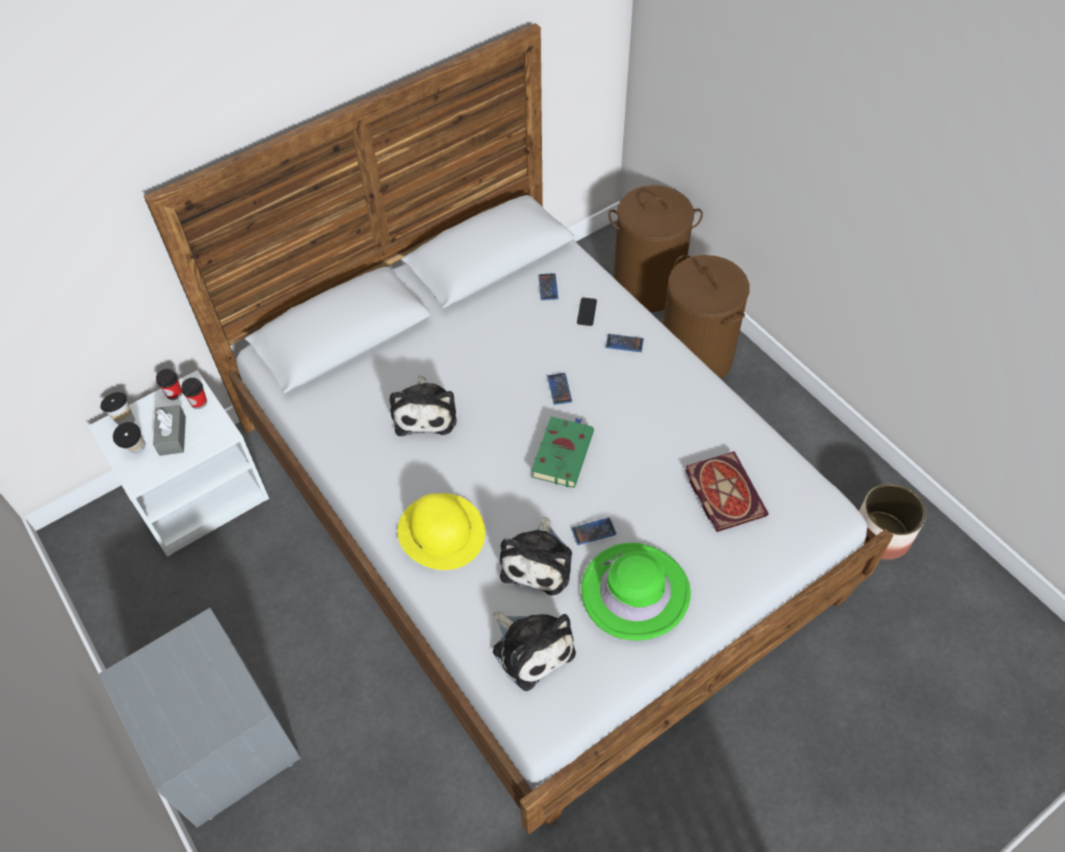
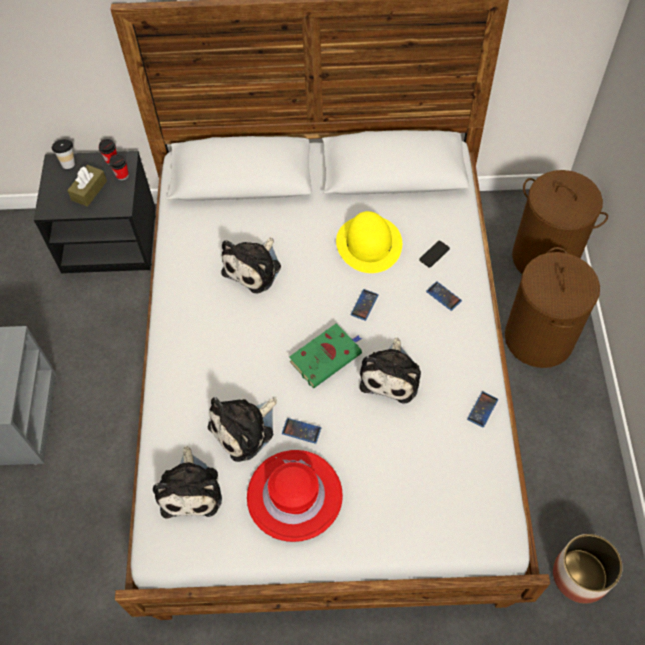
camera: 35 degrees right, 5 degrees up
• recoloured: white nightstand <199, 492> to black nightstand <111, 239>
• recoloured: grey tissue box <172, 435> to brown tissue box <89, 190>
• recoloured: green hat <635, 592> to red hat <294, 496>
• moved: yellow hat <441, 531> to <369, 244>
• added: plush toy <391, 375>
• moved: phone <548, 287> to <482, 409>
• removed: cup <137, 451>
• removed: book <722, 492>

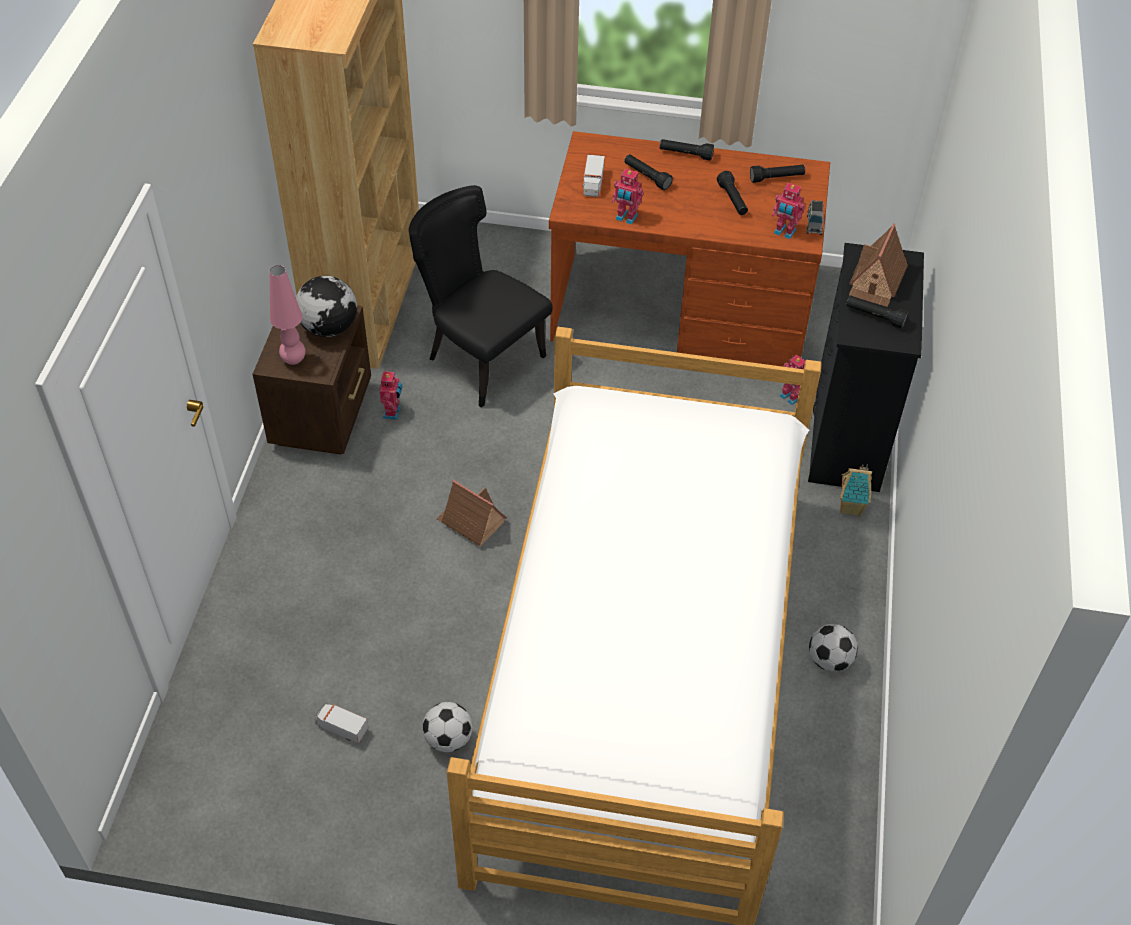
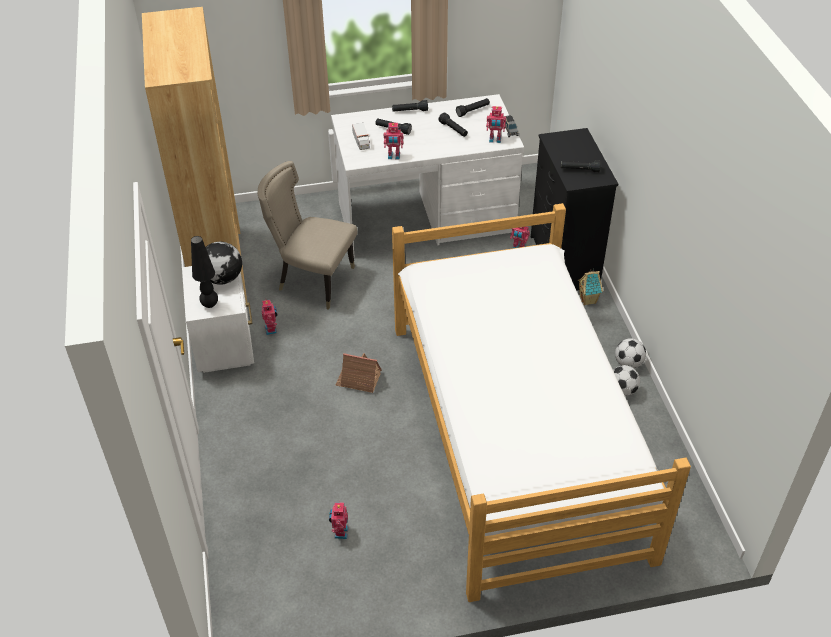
camera: 20 degrees left, 5 degrees down
• recoloured: brown nightstand <324, 415> to white nightstand <225, 345>
• recoloured: pink table lamp <294, 360> to black table lamp <210, 304>
• recoloured: black chair <481, 359> to beige chair <313, 280>
• replaced: toy truck <341, 727> to toy robot <340, 532>
• recoloured: brown desk <681, 314> to white desk <426, 219>
• moved: football <448, 739> to <628, 363>
• removed: toy house <876, 281>

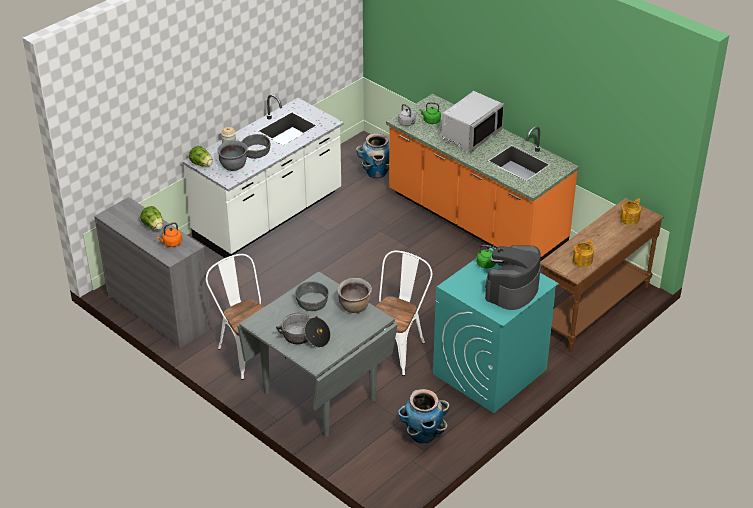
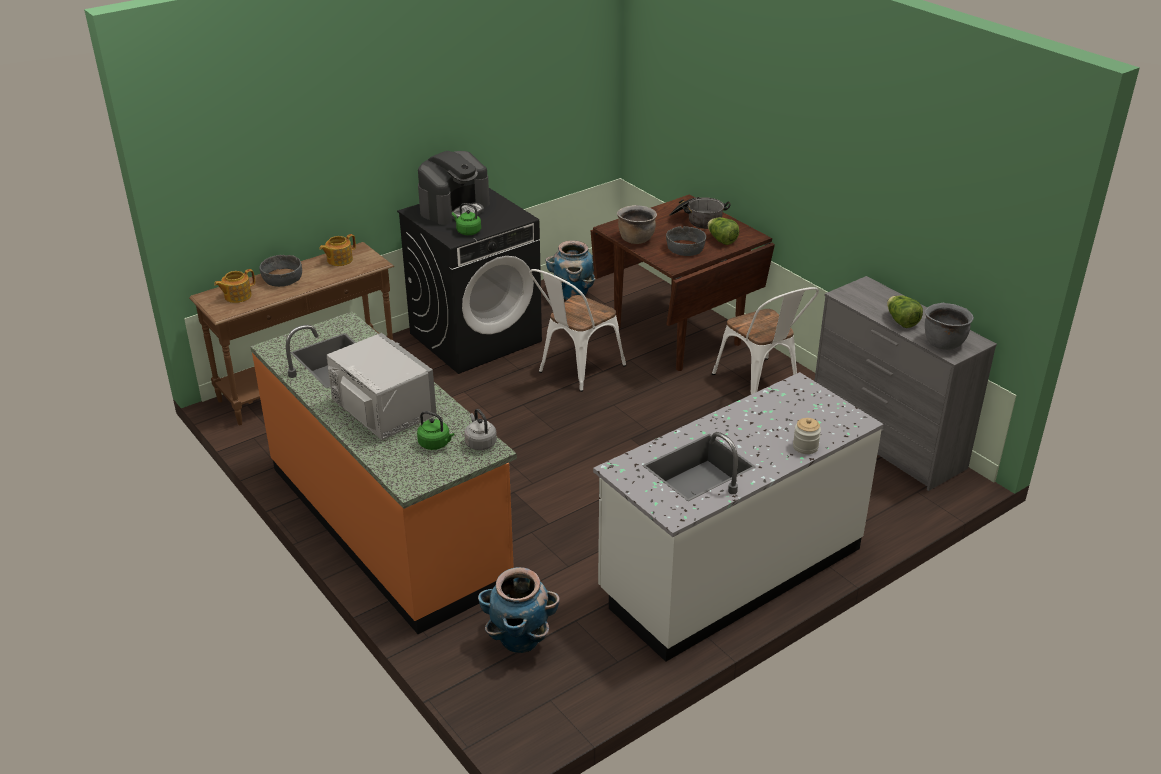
camera: 170 degrees left, 5 degrees down
• moved: grey bowl <256, 151> to <282, 278>
• turned: grey microwave <470, 135> = <382, 410> 90 degrees clockwise
• recoloured: turquoise washing machine <489, 372> to black washing machine <476, 337>
• recoloured: grey dining table <320, 395> to brown dining table <675, 335>
• moved: lettuce <202, 164> to <721, 240>
• moved: grey cooking pot <233, 166> to <943, 343>
• removed: orange kettle <171, 243>

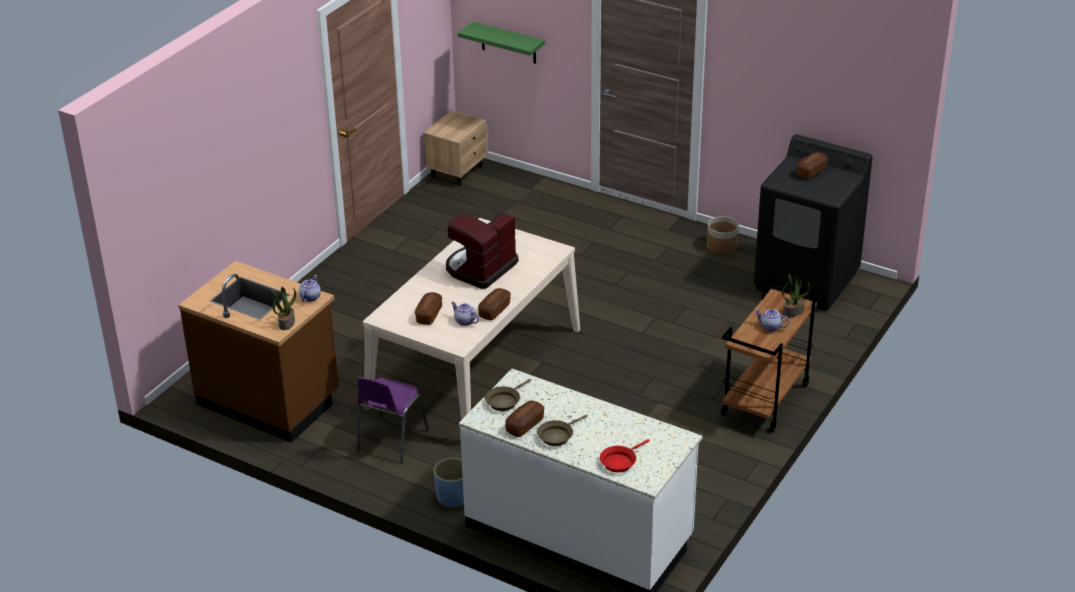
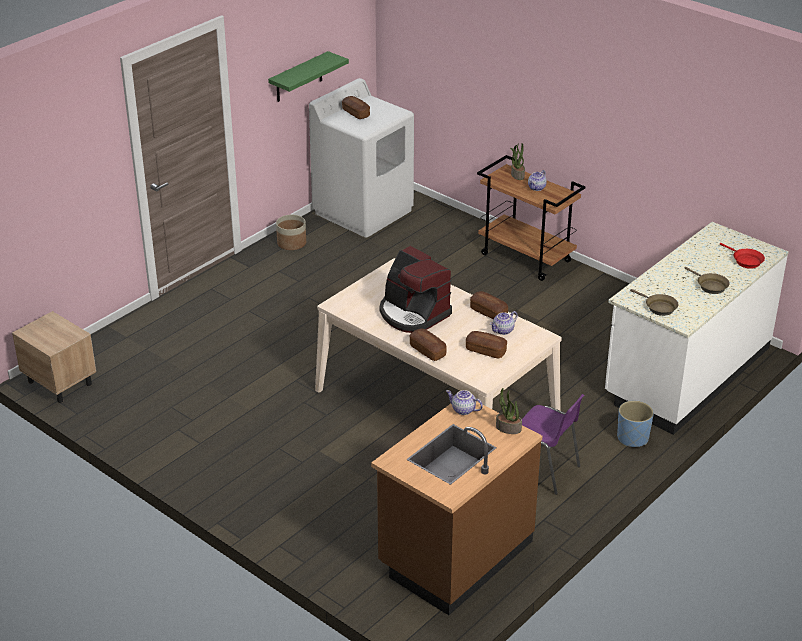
camera: 80 degrees left, 0 degrees up
• moved: green shelf <508, 43> to <299, 77>
• recoloured: black washing machine <807, 280> to white washing machine <363, 211>
• moved: bread <525, 425> to <427, 351>

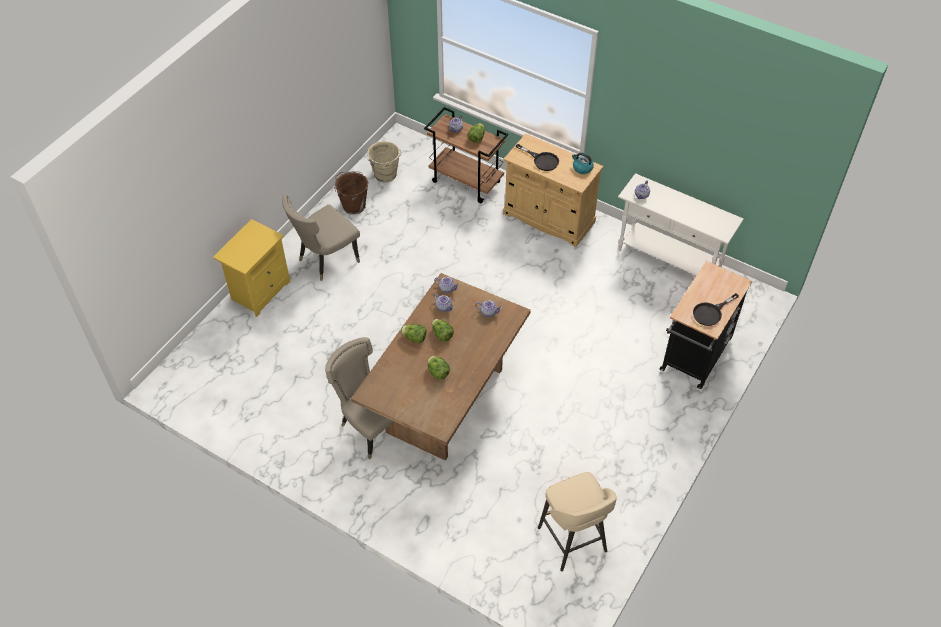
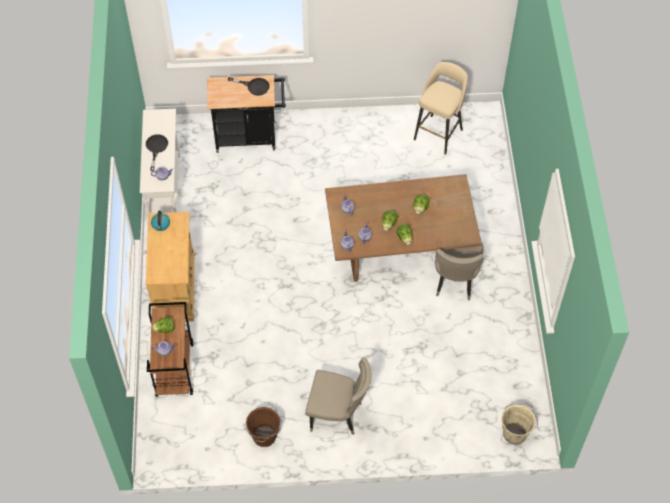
camera: 125 degrees left, 5 degrees up
• moved: black frying pan <542, 160> to <156, 148>
• moved: beige bucket <385, 175> to <515, 433>
• removed: yellow nightstand <259, 291>

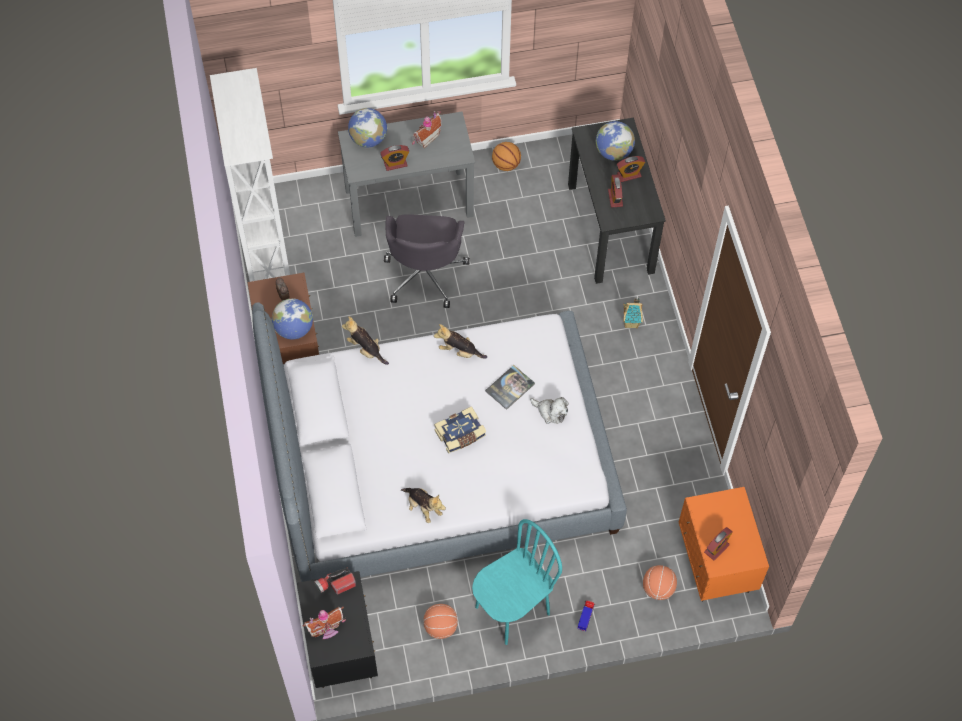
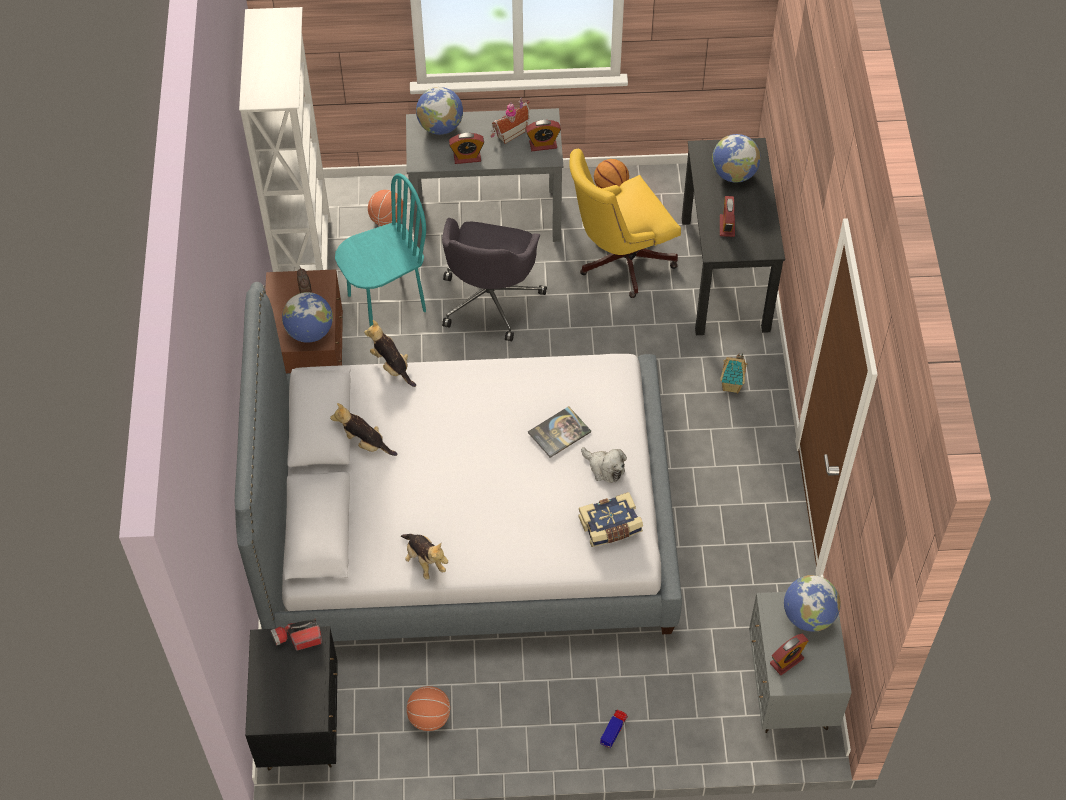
camera: 10 degrees right, 5 degrees down
• moved: plush toy <459, 351> to <364, 443>
• moved: turquoise chair <512, 610> to <386, 302>
• moved: basketball <658, 588> to <387, 219>
• moved: alarm clock <629, 175> to <543, 145>
• added: yellow office chair <619, 261>
• moved: book <460, 435> to <610, 527>
• recoloured: orange nightstand <715, 565> to grey nightstand <790, 690>
• added: globe <808, 616>
• removed: toy house <326, 629>

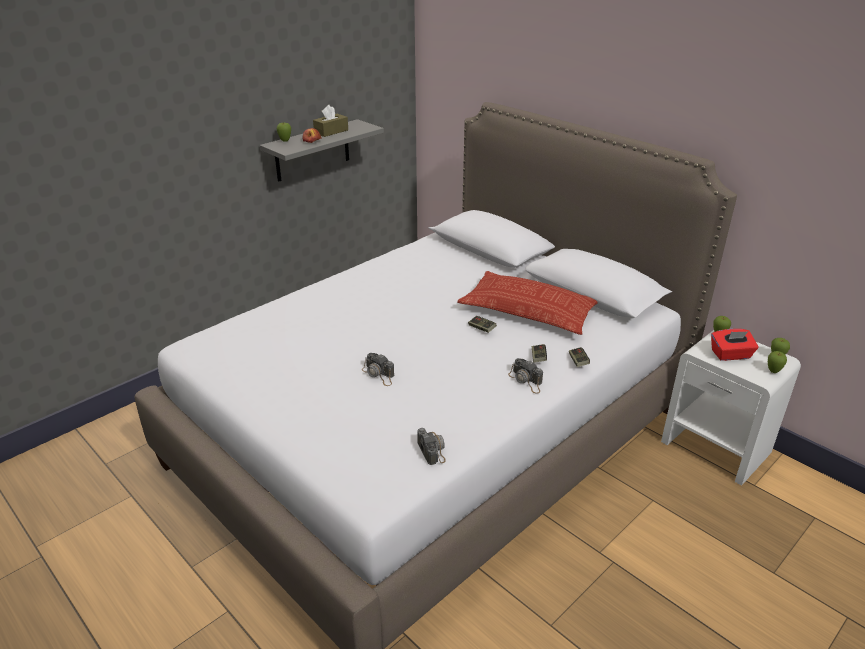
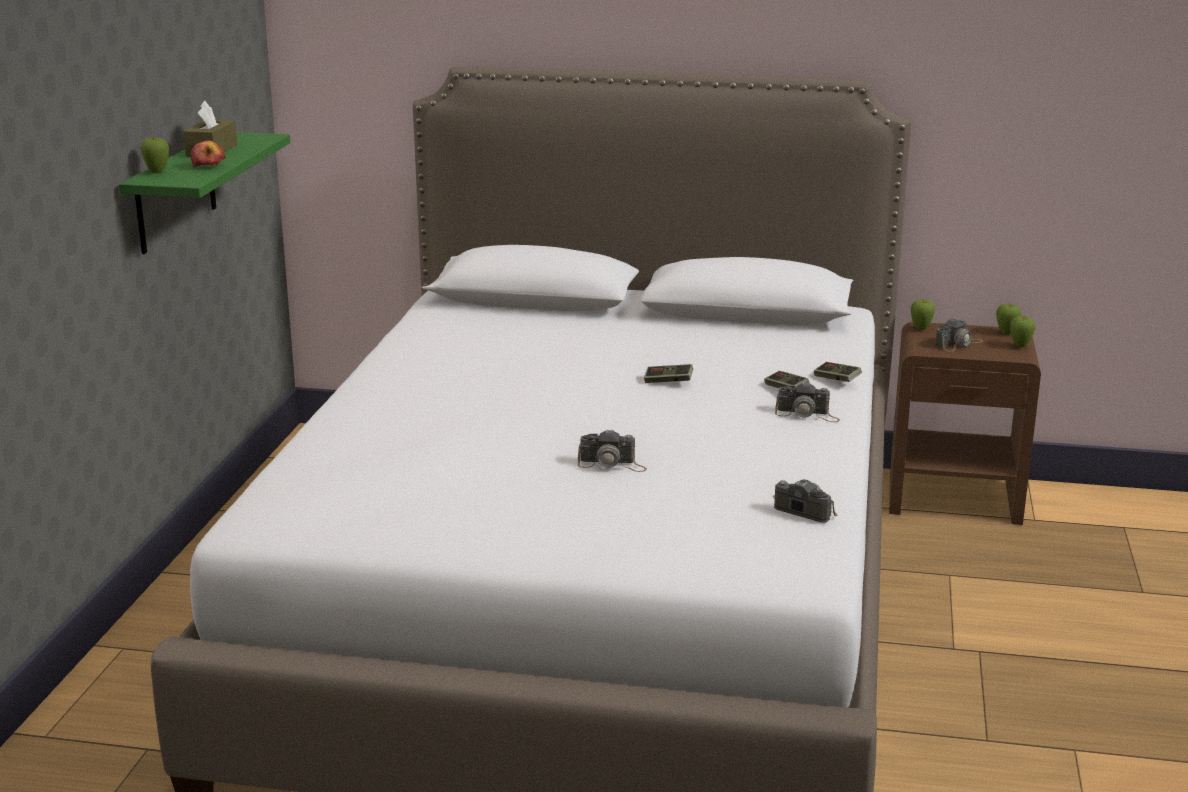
camera: 35 degrees left, 10 degrees down
• recoloured: grey shelf <312, 151> to green shelf <175, 193>
• recoloured: white nightstand <716, 447> to brown nightstand <955, 498>
• replaced: red tissue box <731, 355> to photo camera <958, 343>
• removed: pillow <529, 310>

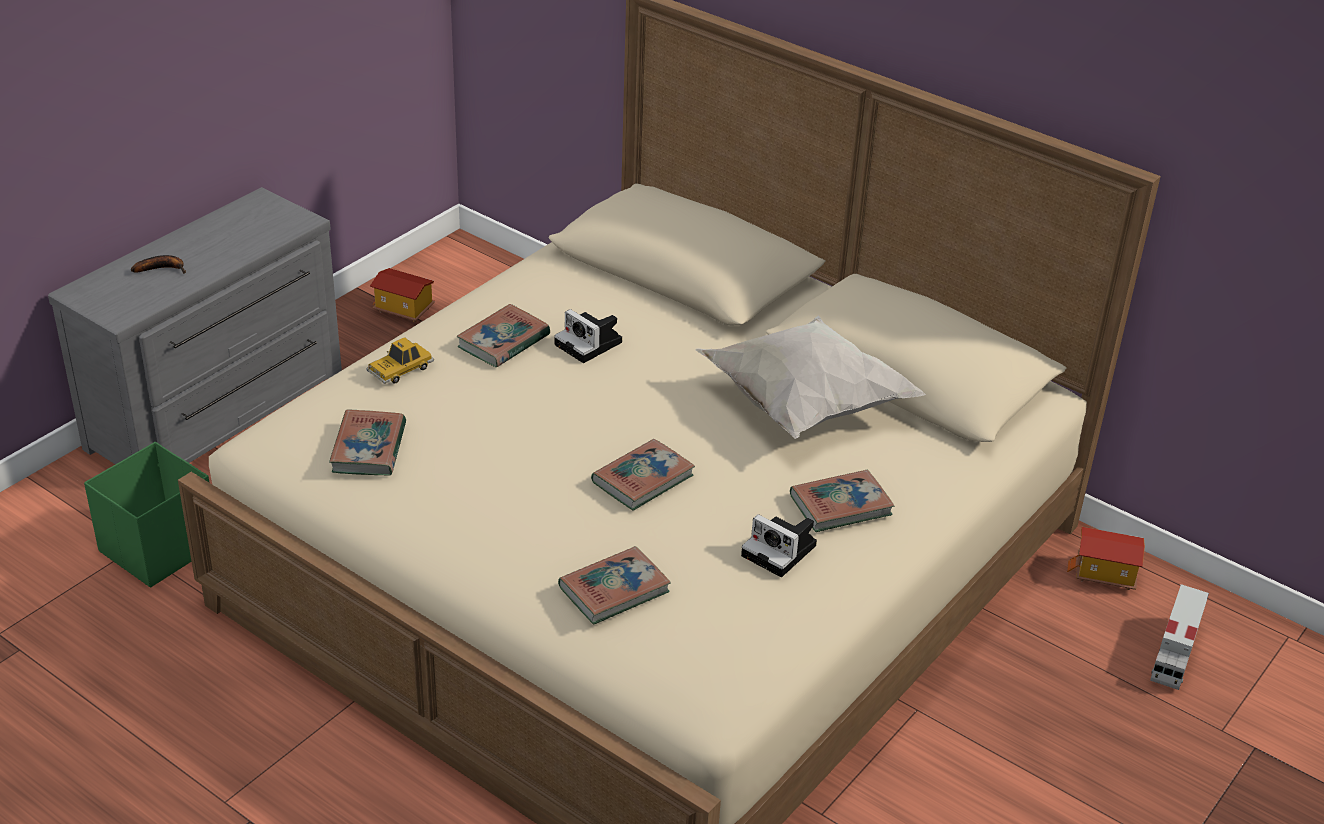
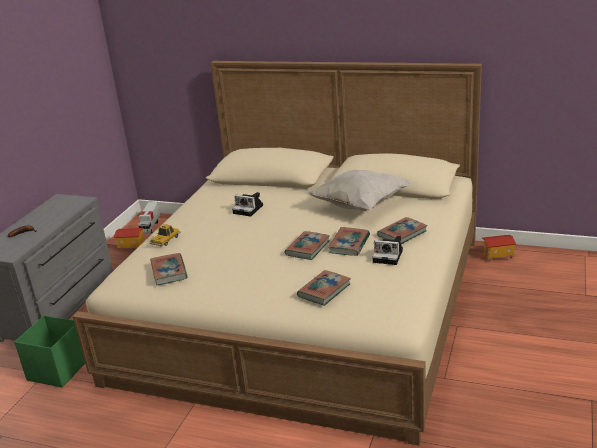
camera: 15 degrees left, 10 degrees down
• moved: toy truck <1174, 655> to <150, 226>
• moved: book <503, 341> to <349, 244>

